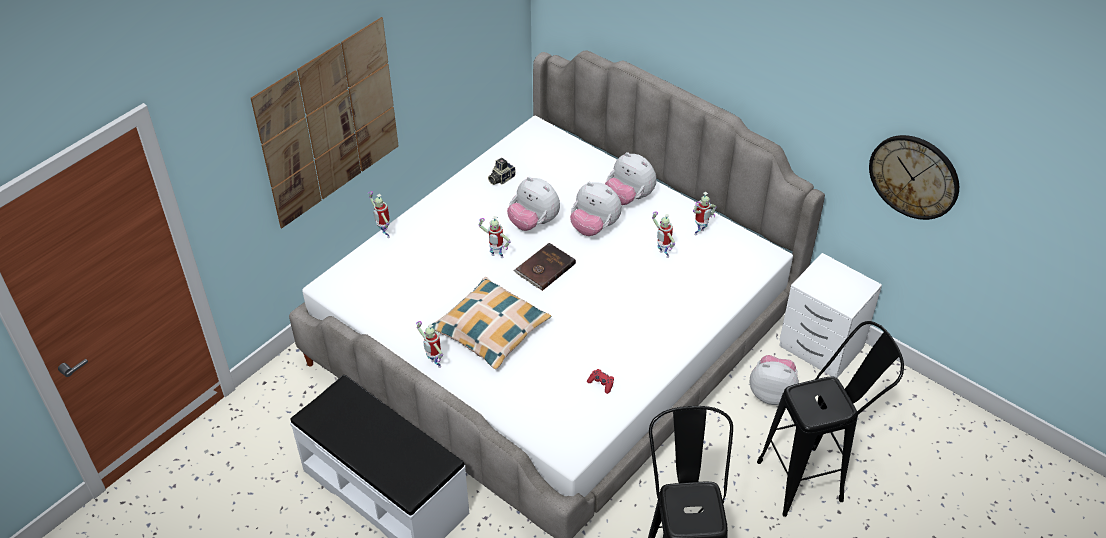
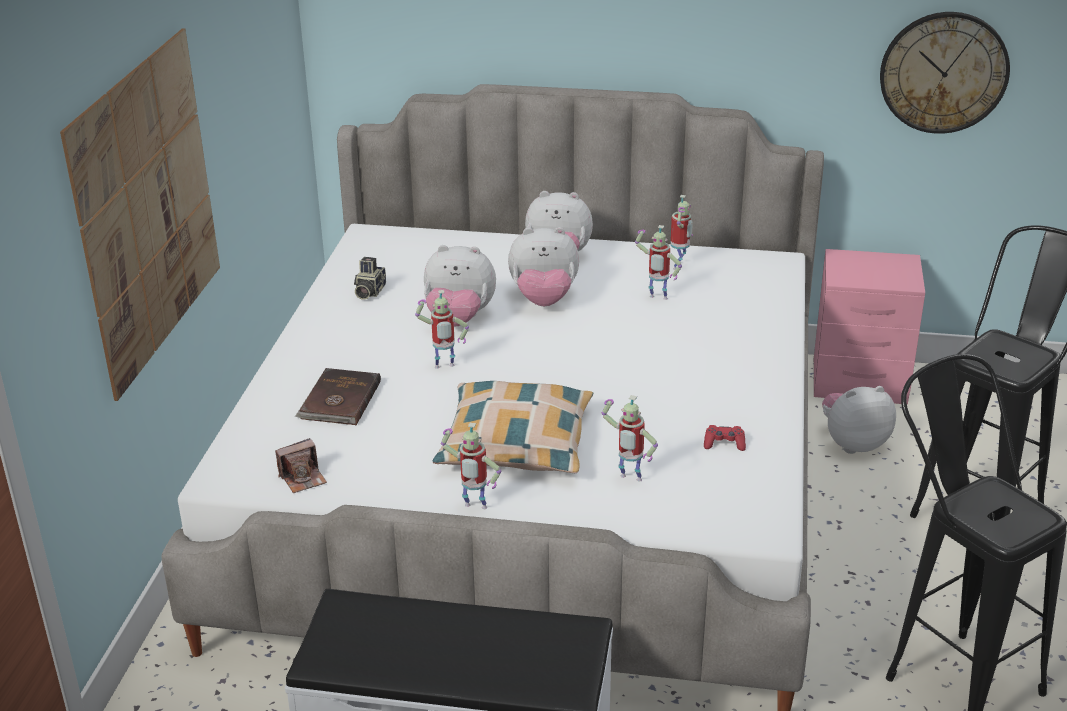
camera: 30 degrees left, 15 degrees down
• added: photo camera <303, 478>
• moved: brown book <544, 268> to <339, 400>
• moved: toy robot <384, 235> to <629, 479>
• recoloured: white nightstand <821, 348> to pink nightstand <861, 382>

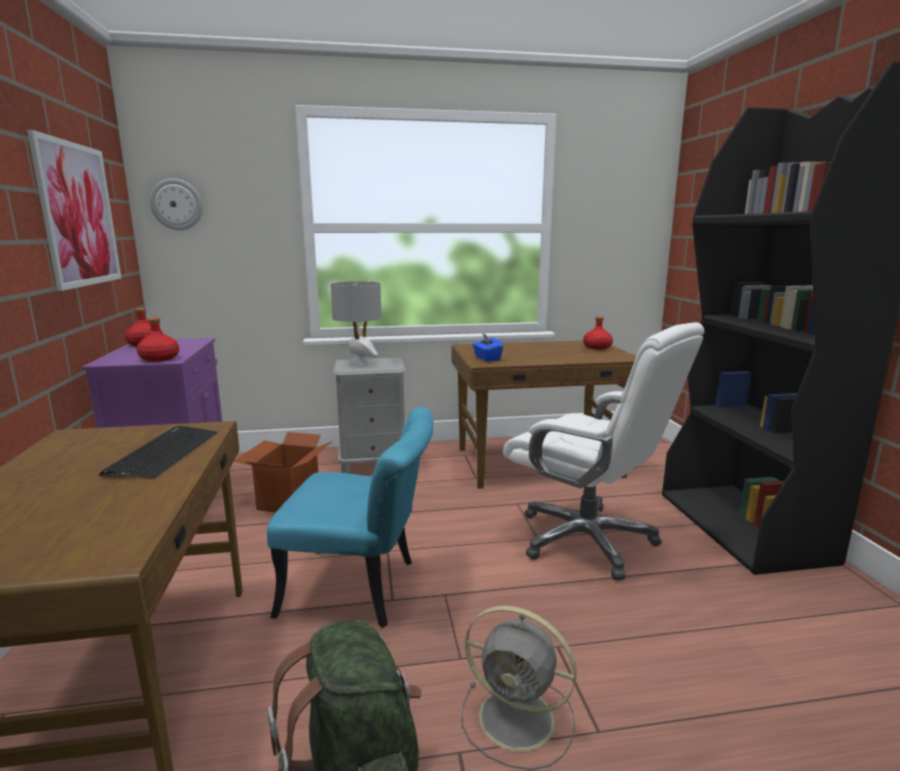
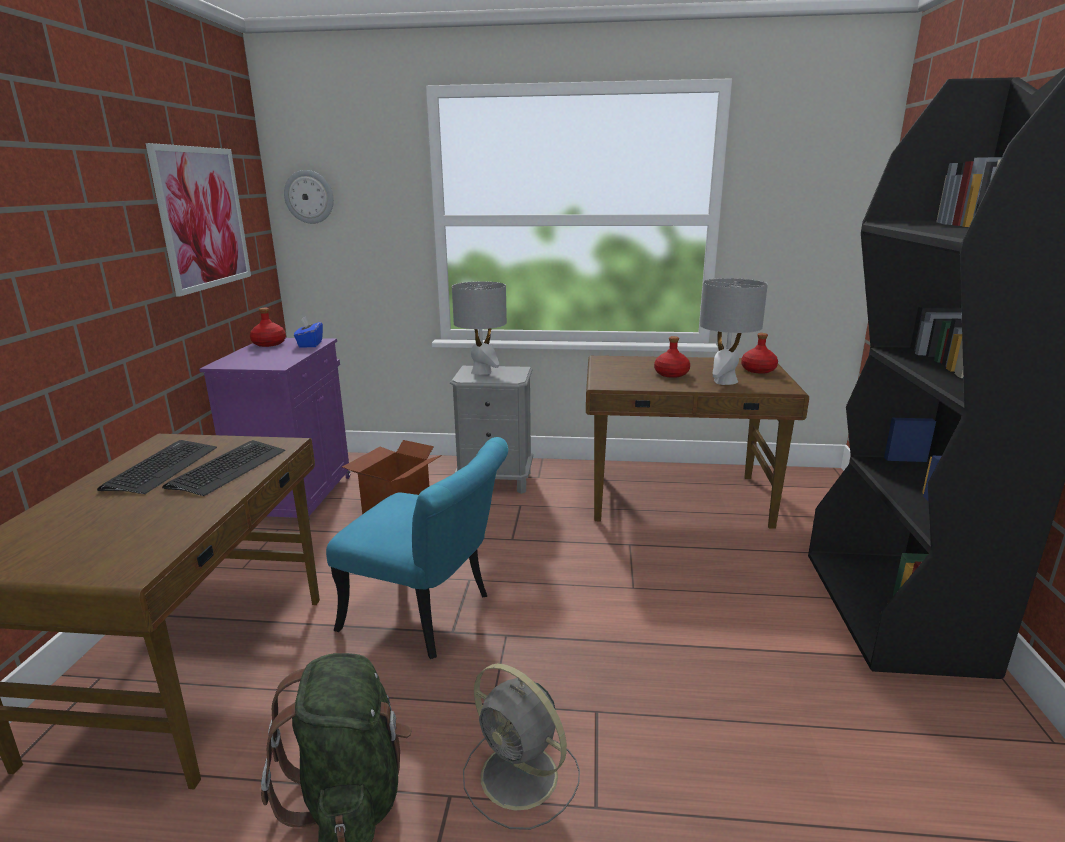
camera: 15 degrees right, 5 degrees up
• added: keyboard <161, 468>
• moved: blue tissue box <487, 358> to <310, 344>
• moved: red bottle <159, 358> to <671, 374>
• added: grey table lamp <725, 381>
• removed: white office chair <587, 540>

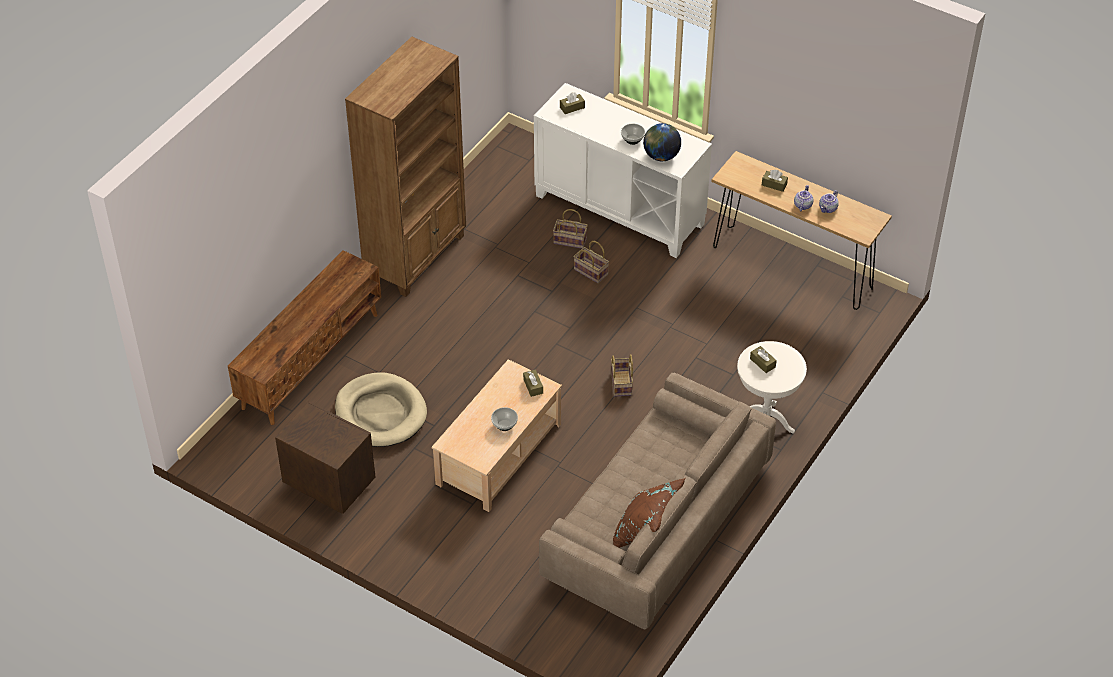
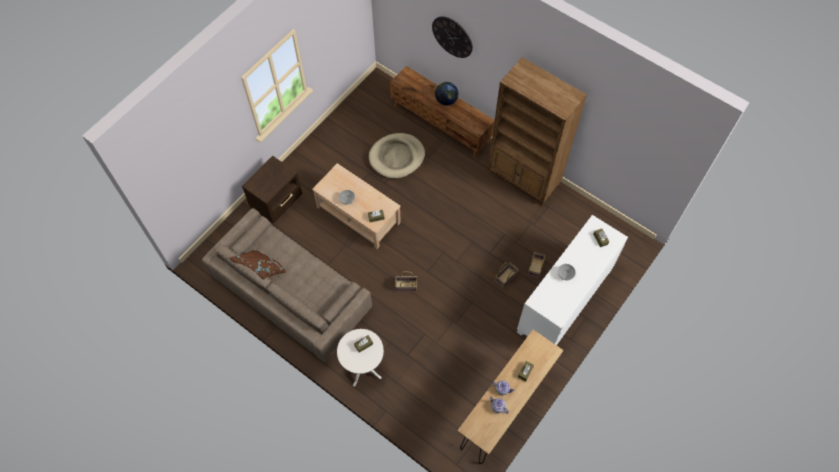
camera: 95 degrees right, 15 degrees up
• moved: brown nightstand <329, 483> to <278, 202>
• added: wall clock <452, 37>
• moved: globe <661, 156> to <446, 100>

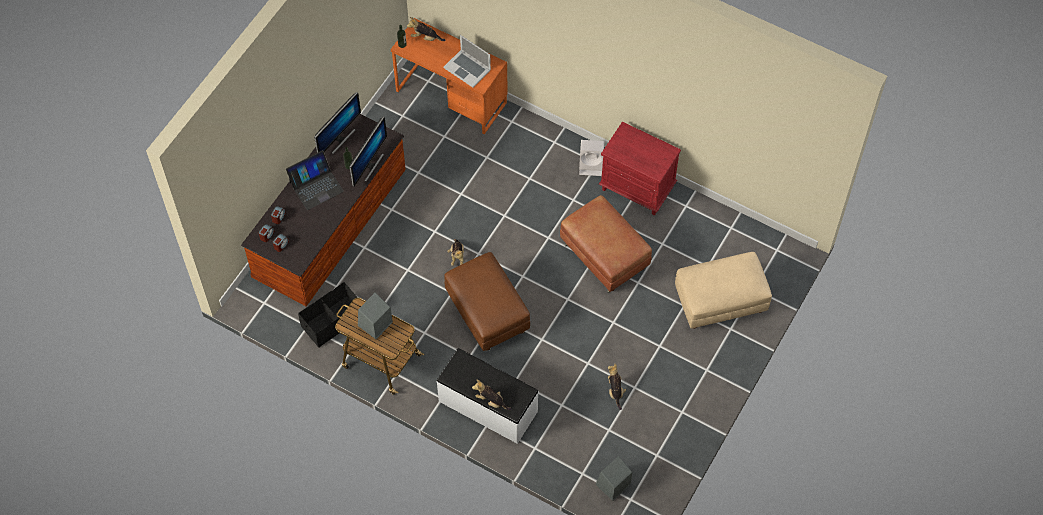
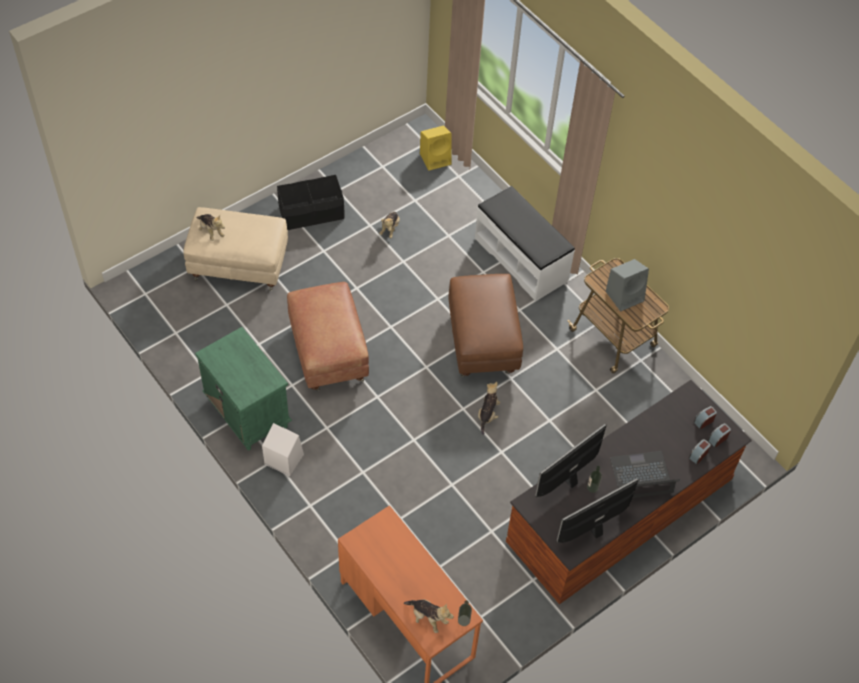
camera: 160 degrees left, 5 degrees down
• recoloured: red nightstand <637, 188> to green nightstand <247, 412>
• moved: plush toy <491, 401> to <211, 231>
• moved: black storage box <332, 321> to <311, 213>
• recoloured: grey speaker <612, 485> to yellow speaker <436, 158>
• removed: laptop <467, 68>

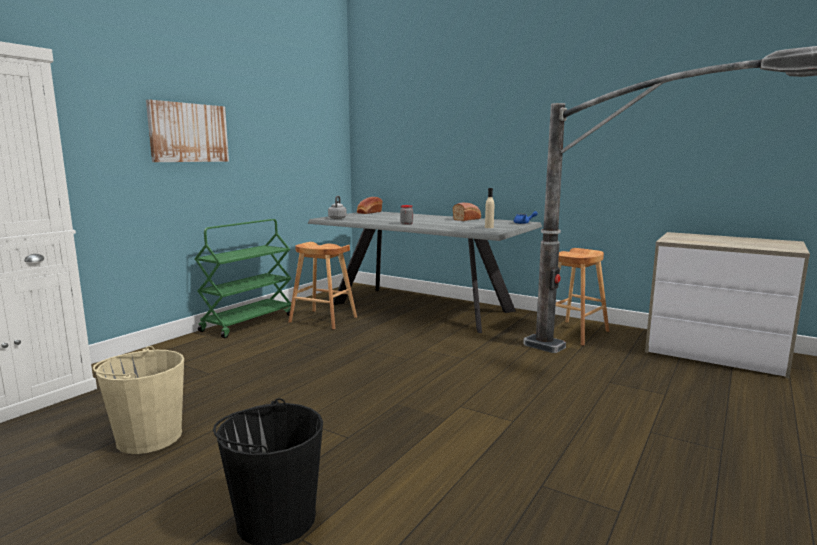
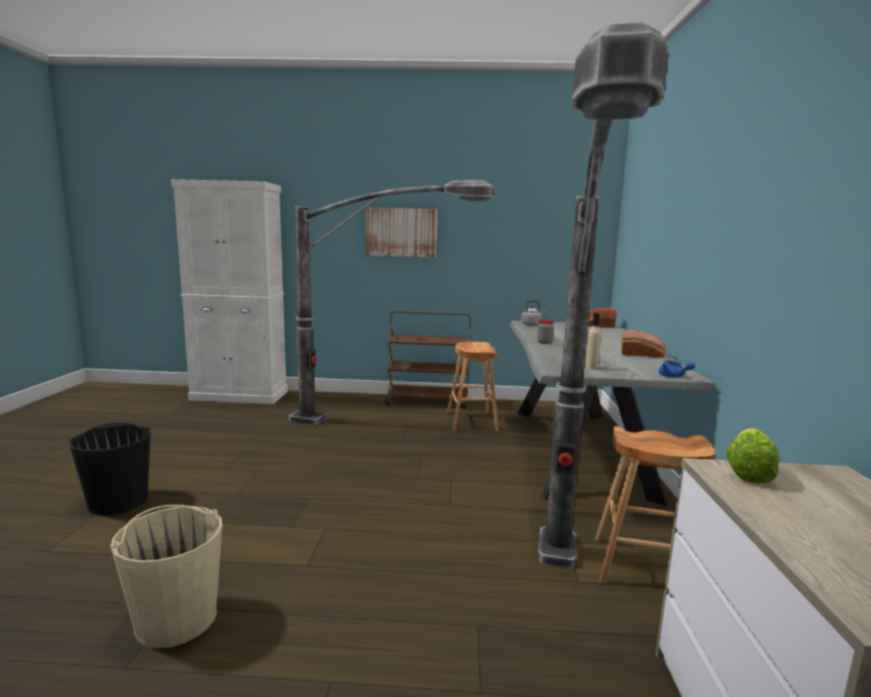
camera: 60 degrees right, 0 degrees up
• moved: beige bucket <148, 437> to <176, 618>
• added: floor lamp <380, 431>
• recoloured: green cart <248, 322> to brown cart <428, 401>
• added: lettuce <748, 472>

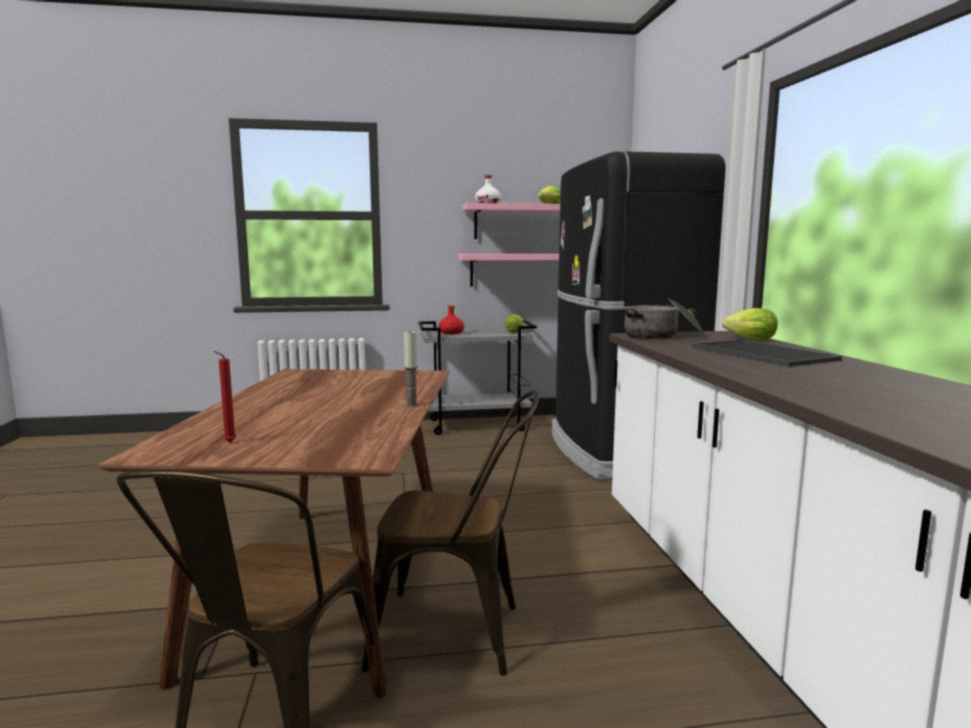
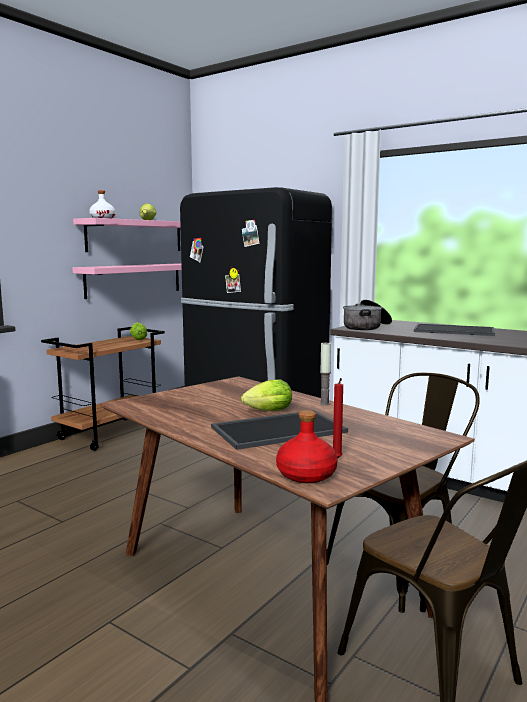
camera: 45 degrees left, 0 degrees up
• recoloured: grey cart <477, 425> to brown cart <111, 433>
• added: tray <279, 429>
• moved: lettuce <748, 339> to <266, 412>
• moved: red bottle <451, 333> to <305, 475>

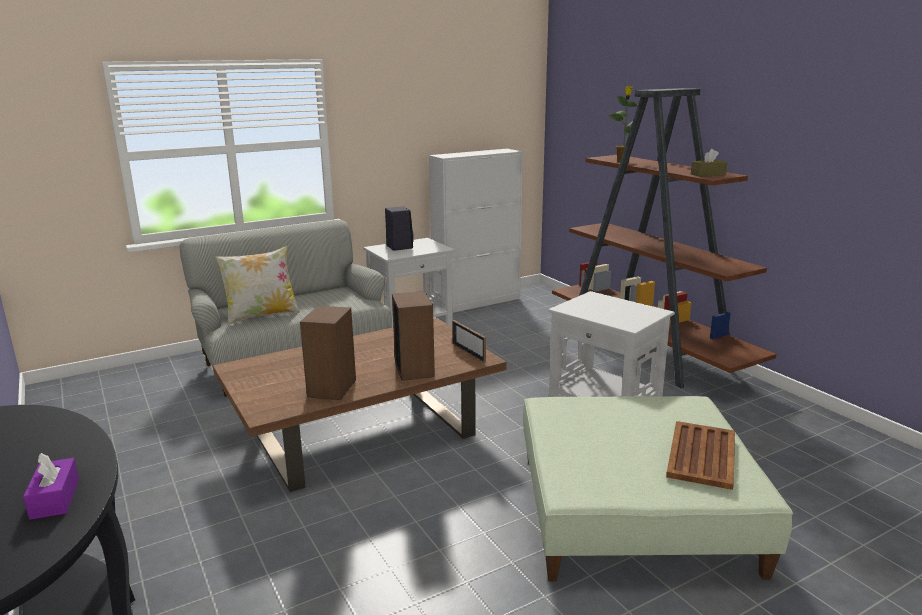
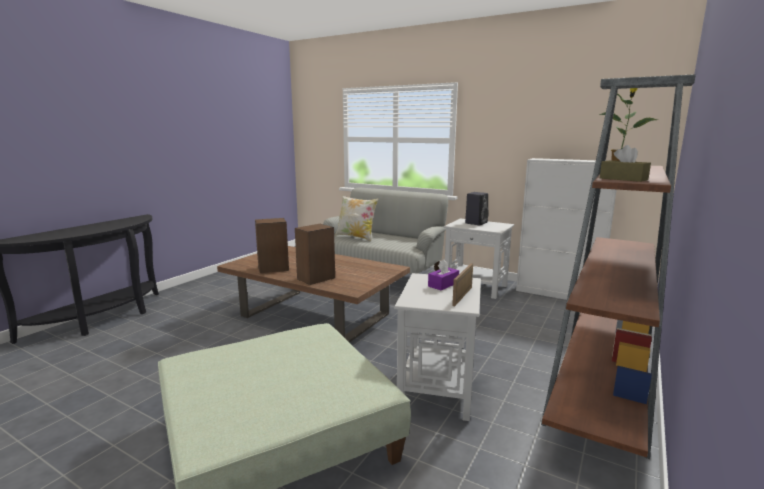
camera: 60 degrees right, 5 degrees down
• moved: purple tissue box <55, 499> to <443, 284>
• moved: picture frame <468, 352> to <462, 296>
• removed: brown tray <702, 454>

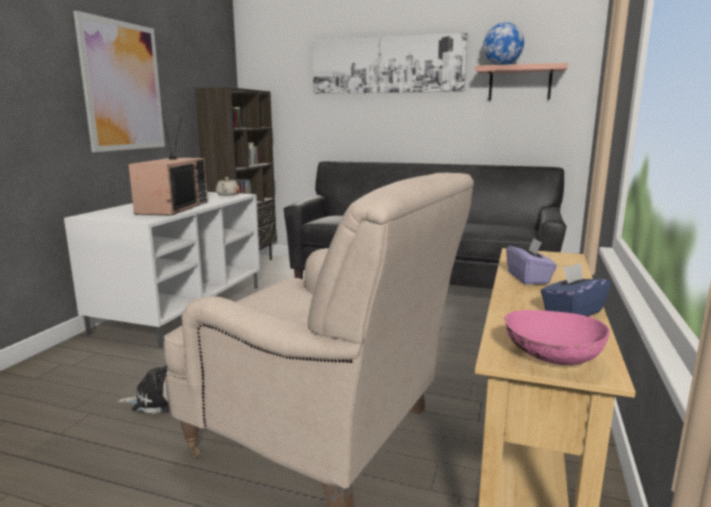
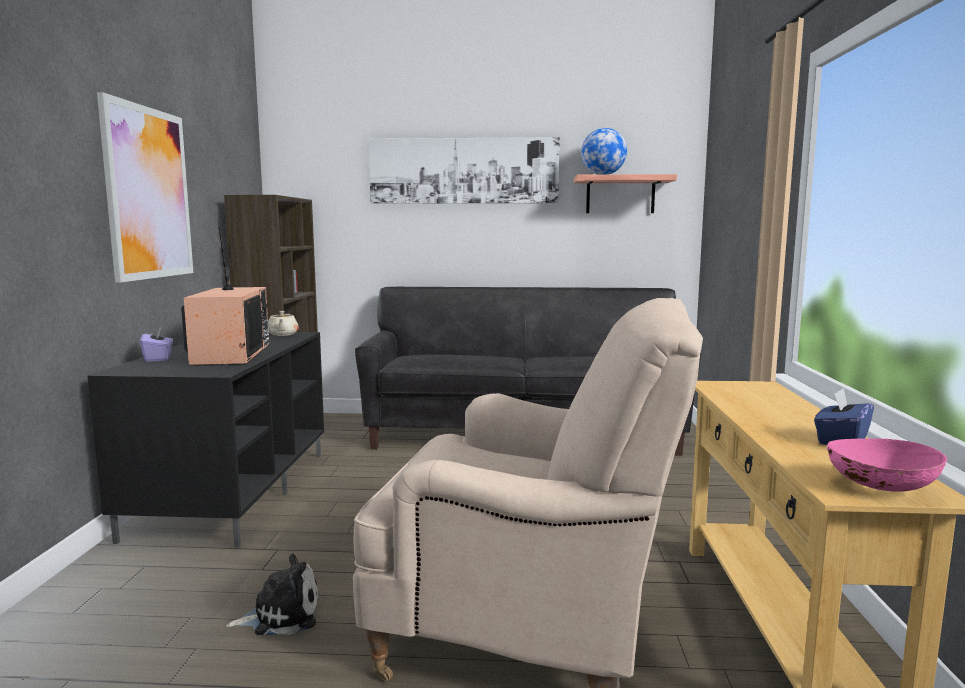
camera: 15 degrees left, 5 degrees down
• recoloured: white tv stand <182, 308> to black tv stand <232, 491>
• moved: purple tissue box <528, 278> to <158, 358>

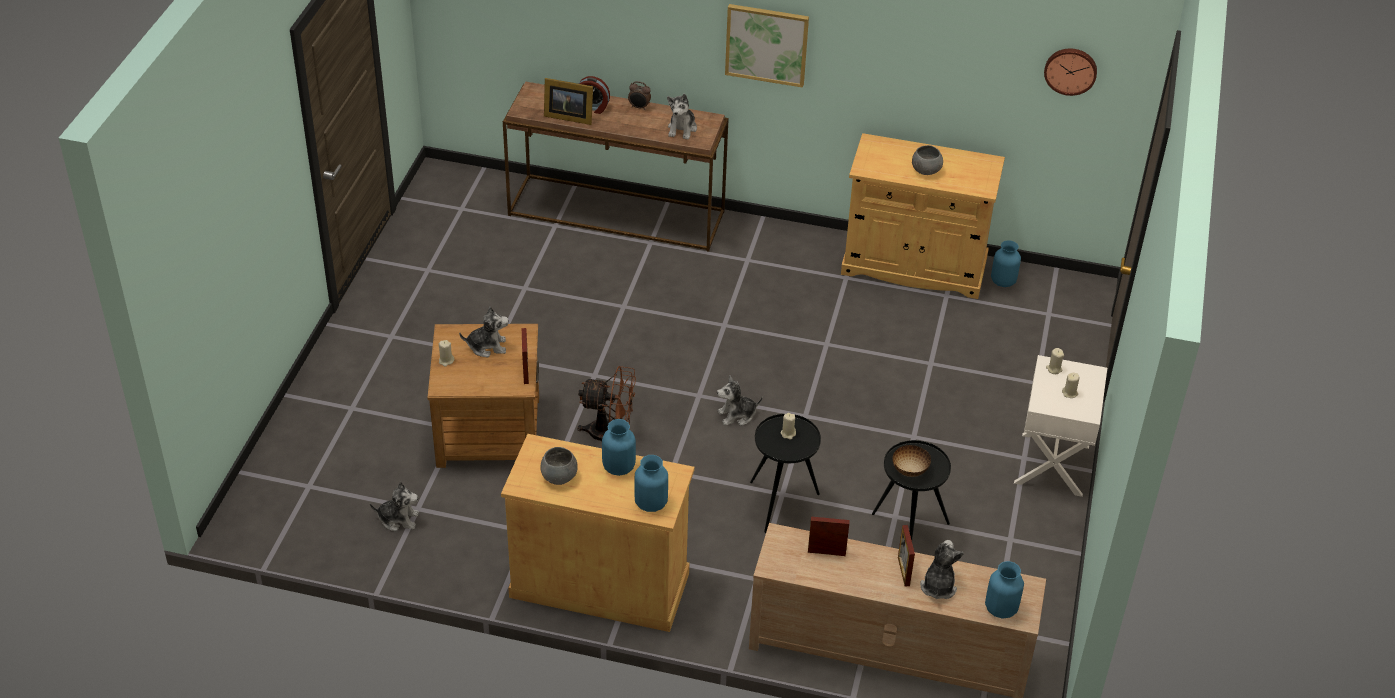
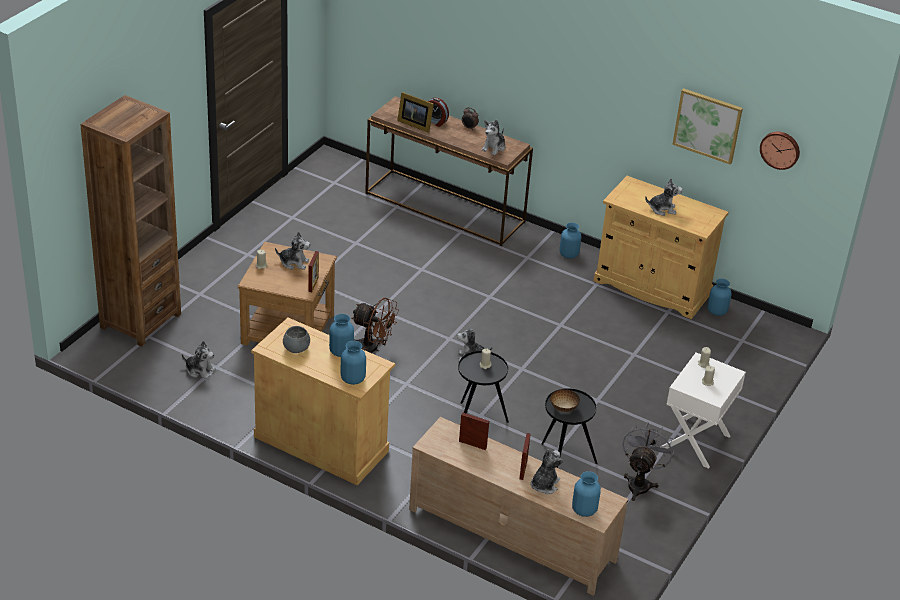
camera: 15 degrees right, 5 degrees down
• added: brown bookcase <140, 320>
• added: blue vase <568, 254>
• added: grey fan <640, 483>
• replaced: grey bowl <925, 170> to plush toy <662, 209>
• moved: picture <766, 44> to <707, 125>

